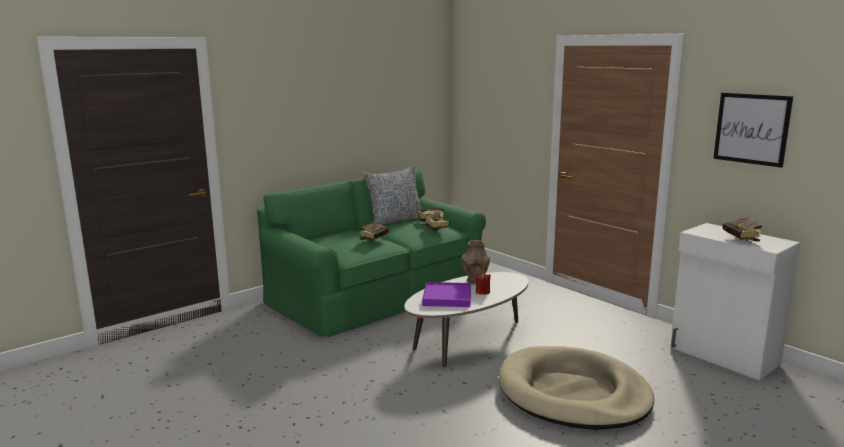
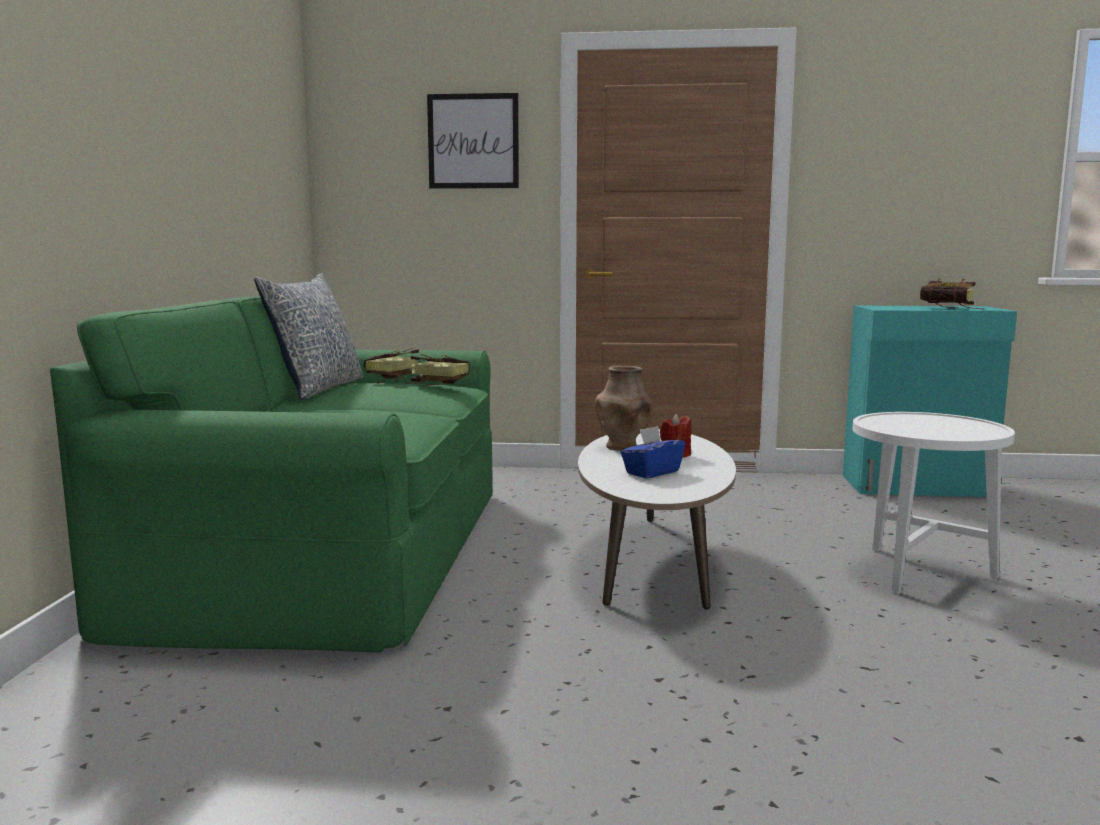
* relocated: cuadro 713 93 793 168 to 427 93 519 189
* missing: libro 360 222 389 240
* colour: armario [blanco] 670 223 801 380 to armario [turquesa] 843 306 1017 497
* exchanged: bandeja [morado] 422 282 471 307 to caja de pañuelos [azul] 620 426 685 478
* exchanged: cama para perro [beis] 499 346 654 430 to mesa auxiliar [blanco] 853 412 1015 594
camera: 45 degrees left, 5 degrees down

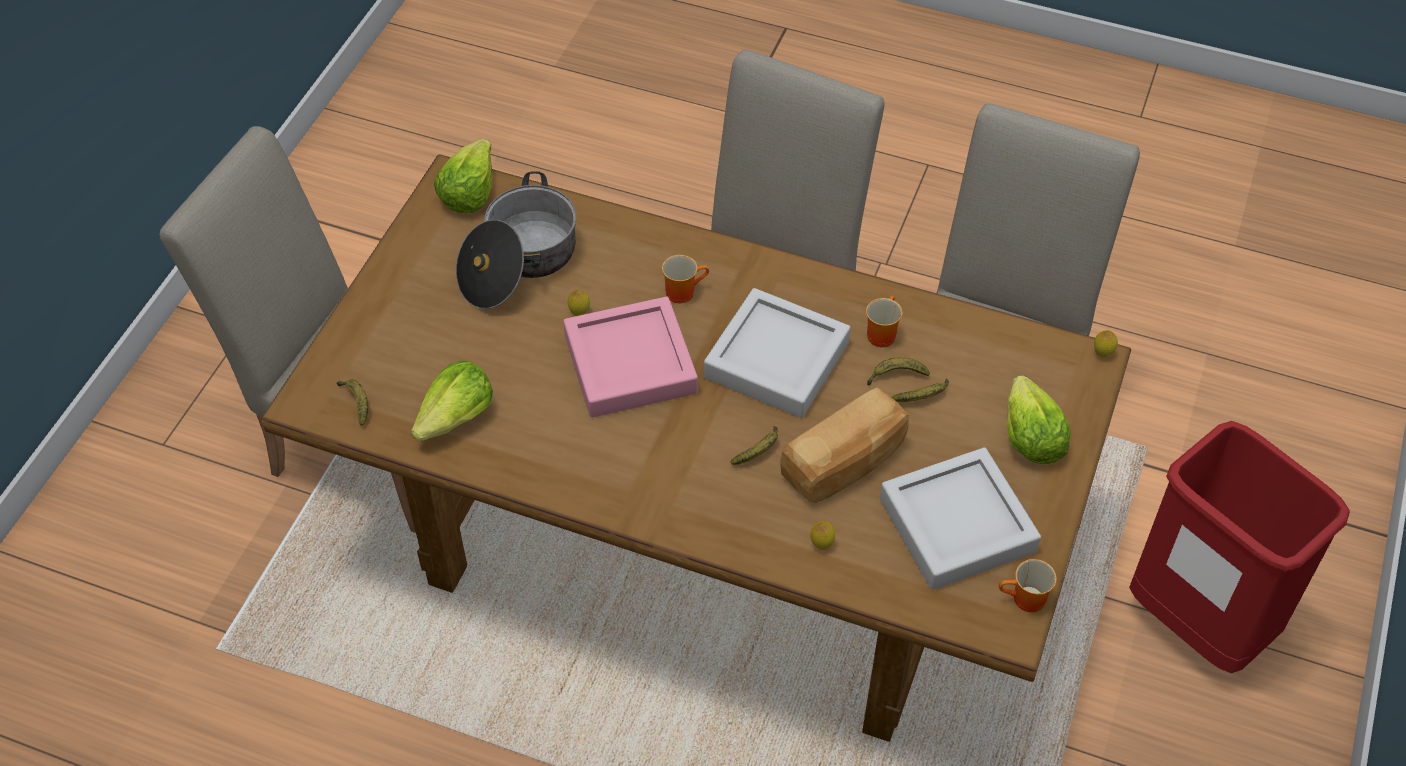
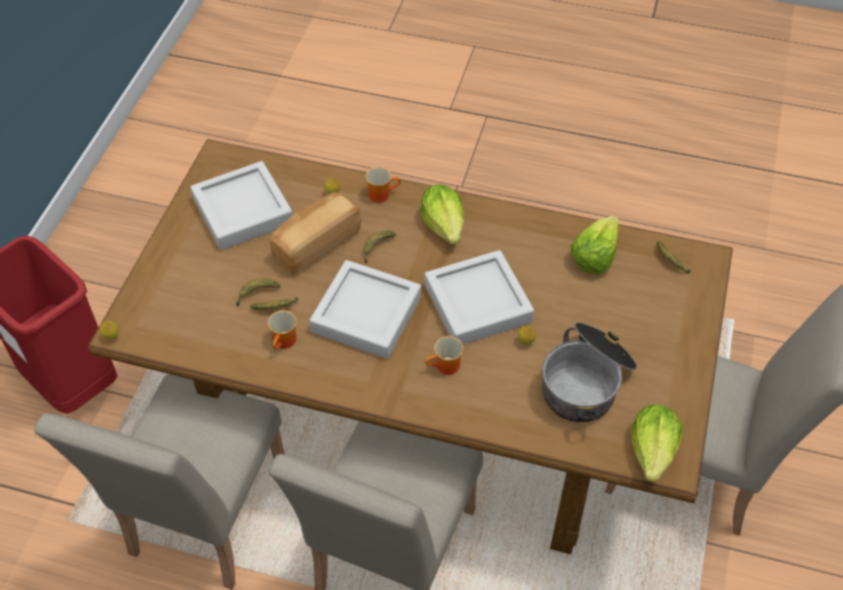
* colour: bandeja [rosa] 563 297 698 418 to bandeja [gris] 424 250 534 344
* relocated: lechuga 1007 375 1071 464 to 420 185 464 245
* relocated: taza grande 999 559 1057 612 to 365 167 401 203
camera: 175 degrees right, 0 degrees up

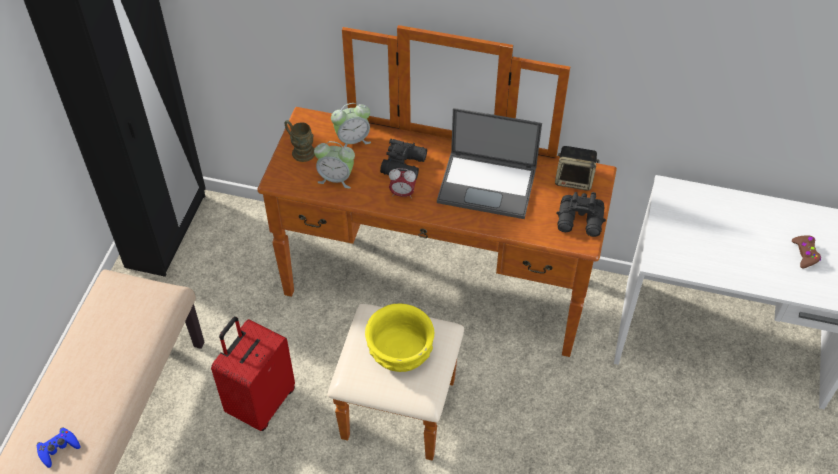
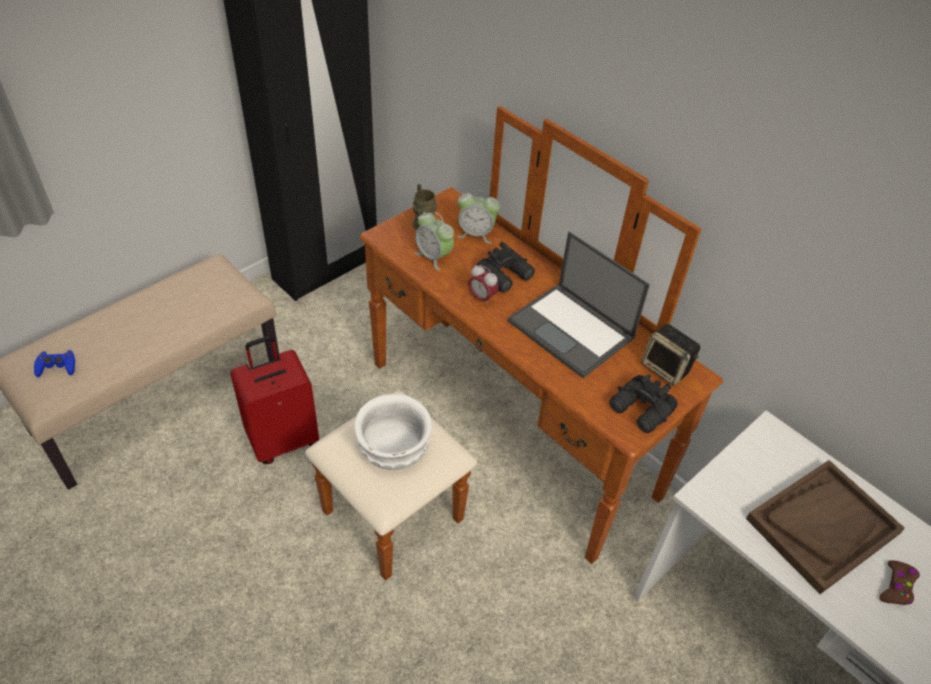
* colour: cuenco [amarillo] 365 304 434 372 to cuenco [blanco] 354 394 432 470
* appeared: bandeja [marrón] 746 460 905 594
camera: 30 degrees right, 5 degrees down

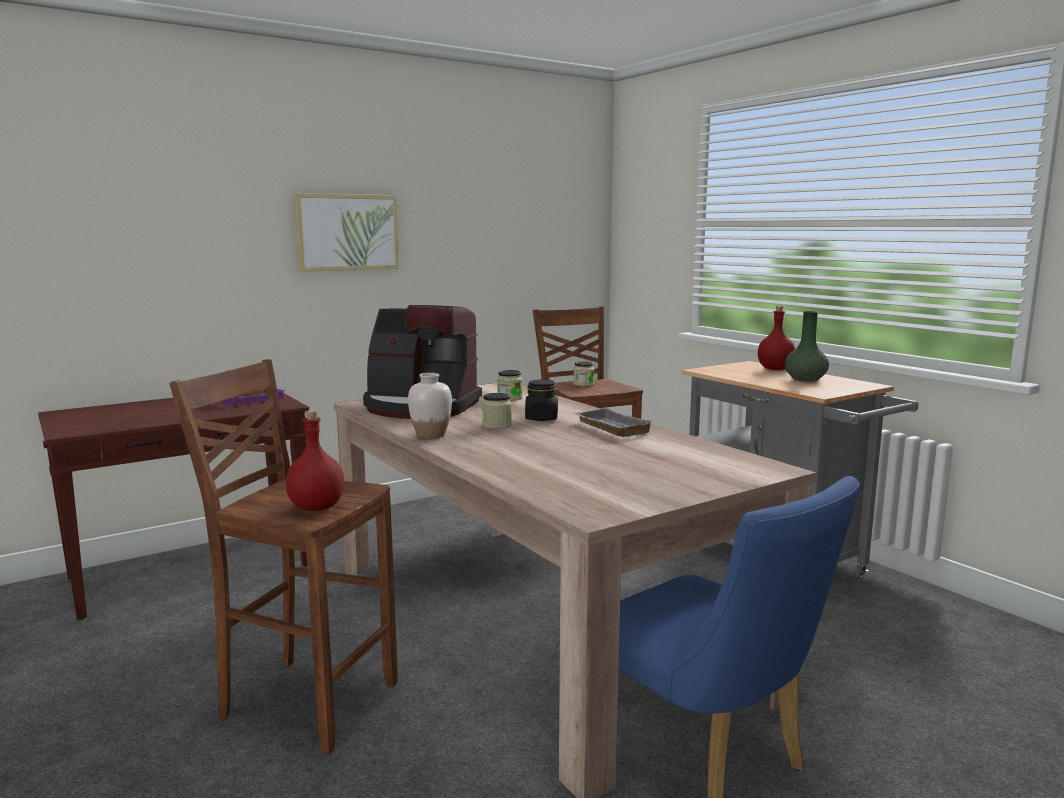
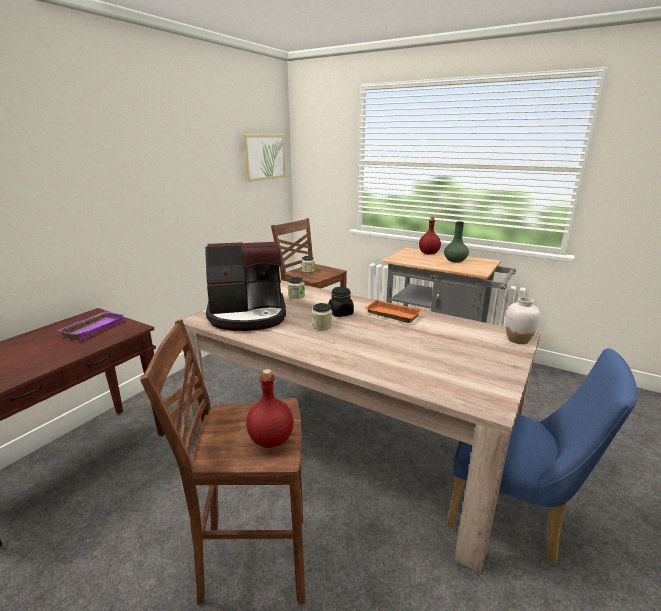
* relocated: cuadro 294 193 399 272 to 242 134 285 182
* relocated: florero [blanco] 408 373 452 439 to 506 297 540 344
* colour: bandeja [gris] 574 408 653 437 to bandeja [naranja] 364 299 422 323
camera: 25 degrees left, 10 degrees up

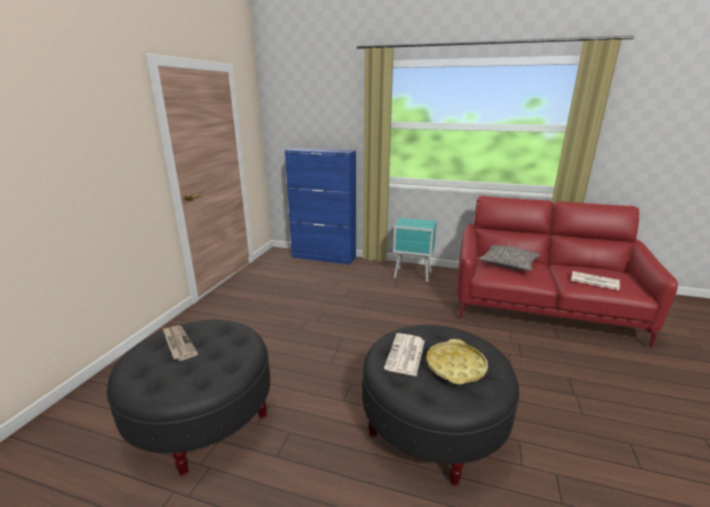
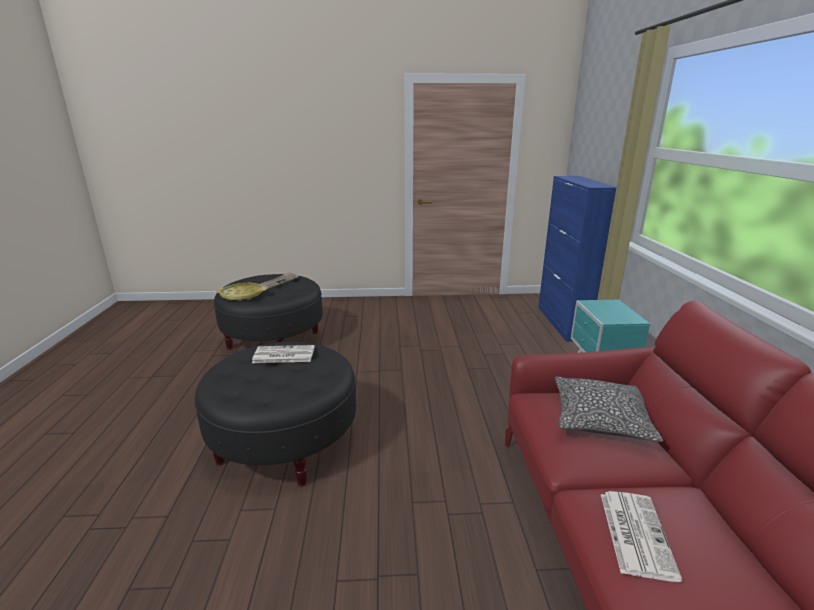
* relocated: bandeja [amarillo] 426 339 488 384 to 216 283 267 301
camera: 70 degrees right, 0 degrees up

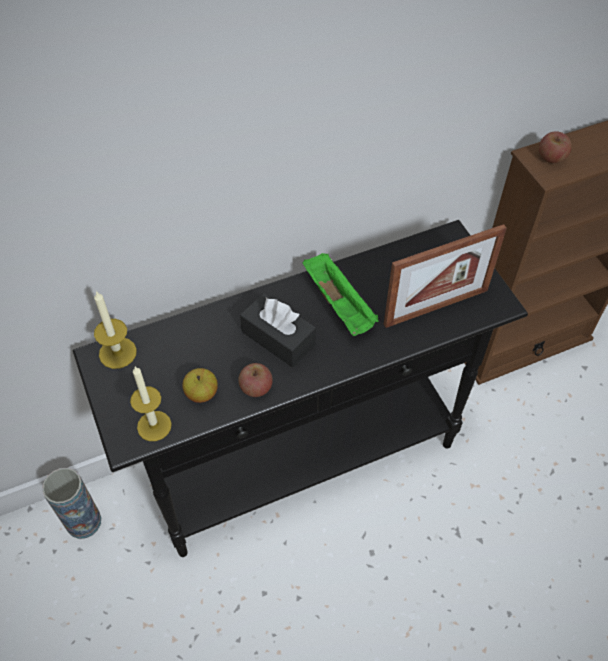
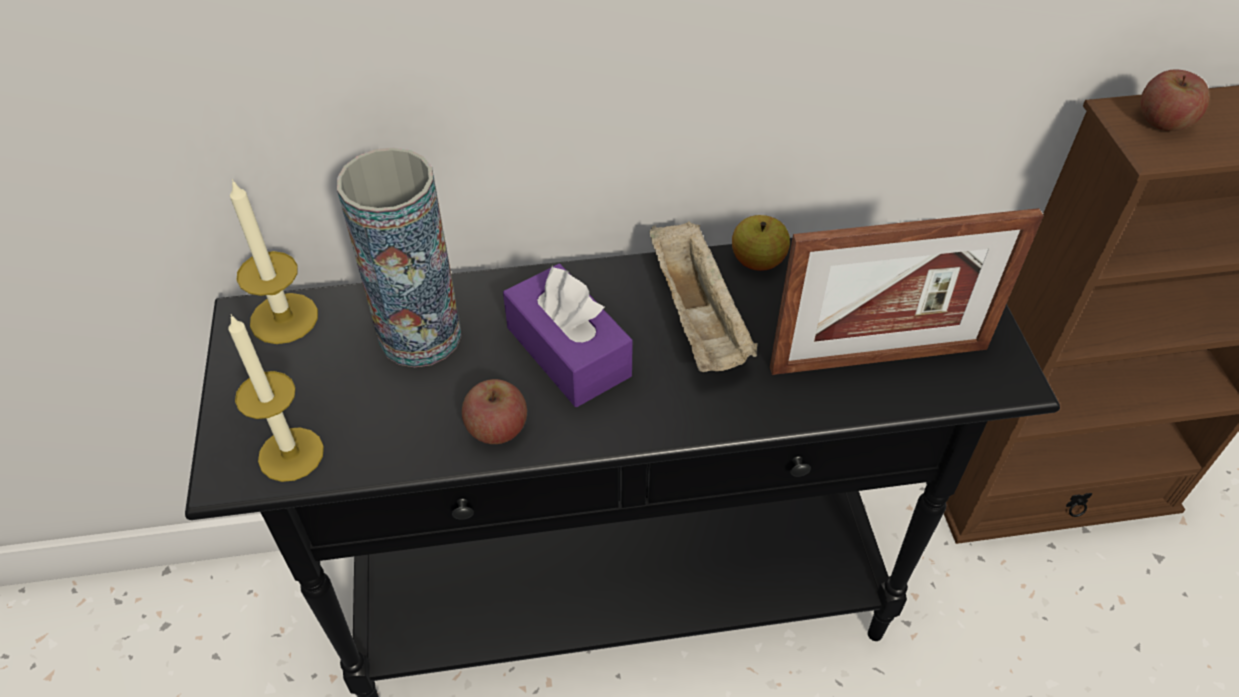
* colour: bandeja [verde] 303 253 378 336 to bandeja [beis] 649 221 758 372
* colour: caja de pañuelos [negro] 240 293 316 367 to caja de pañuelos [morado] 503 264 633 407
* relocated: manzana 182 368 218 403 to 732 215 790 271
* relocated: florero 42 468 101 539 to 337 148 461 367
camera: 15 degrees right, 5 degrees down

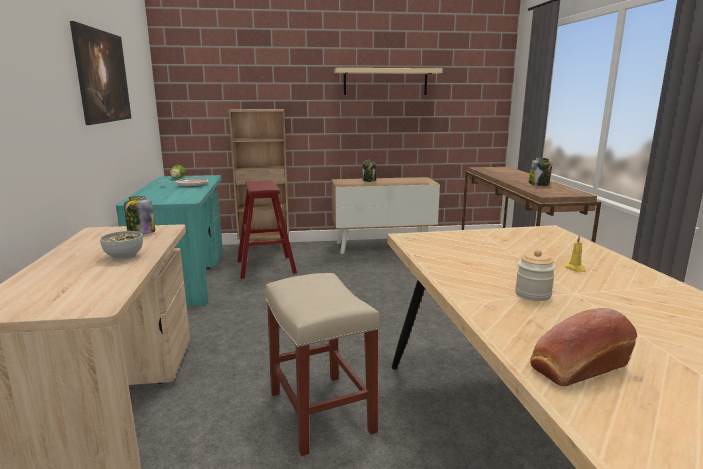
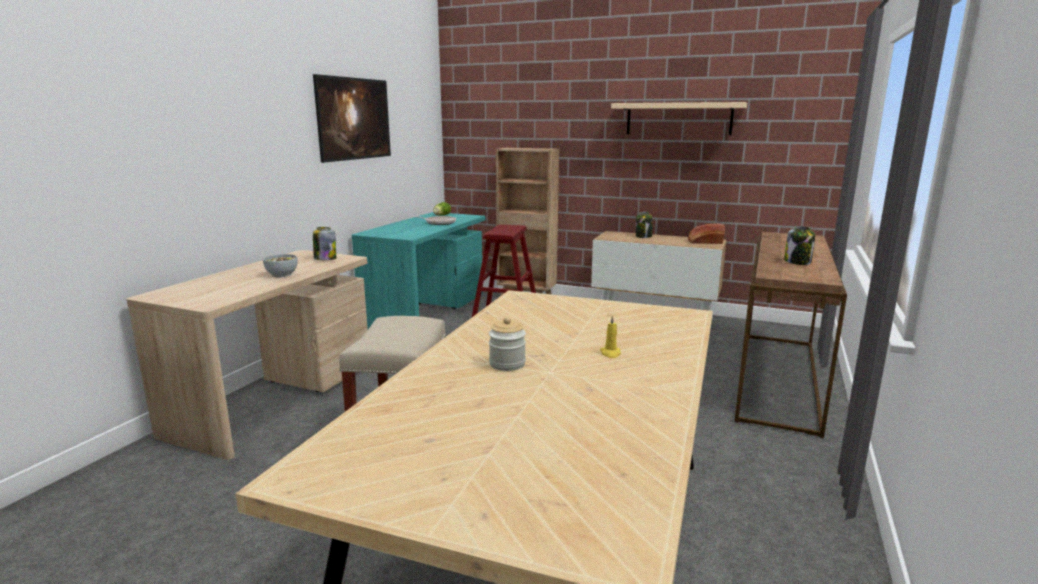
* relocated: pan 530 308 637 386 to 688 223 725 244
camera: 30 degrees right, 0 degrees up

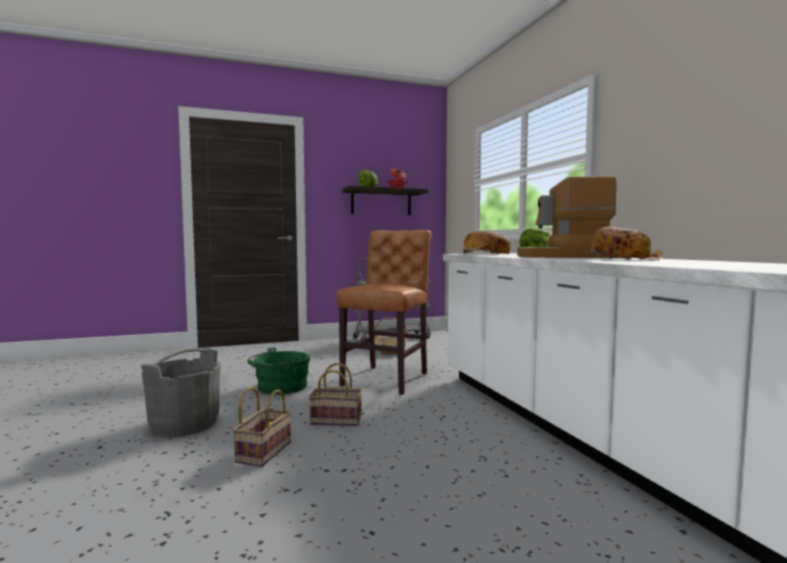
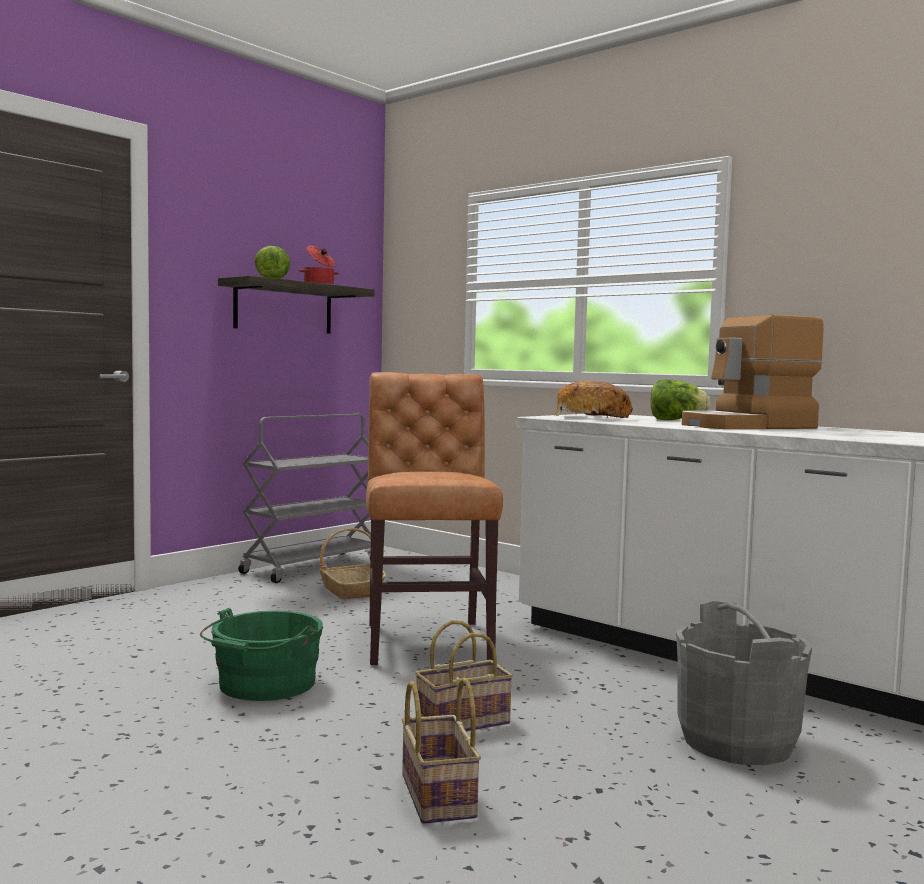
* missing: pan 591 227 663 260
* relocated: cubo [gris] 141 348 221 437 to 676 601 812 765
camera: 30 degrees left, 0 degrees up

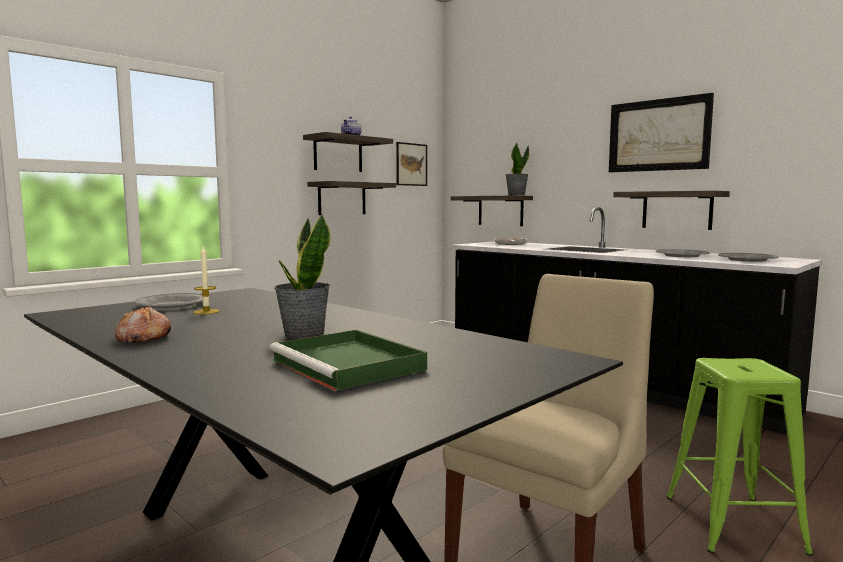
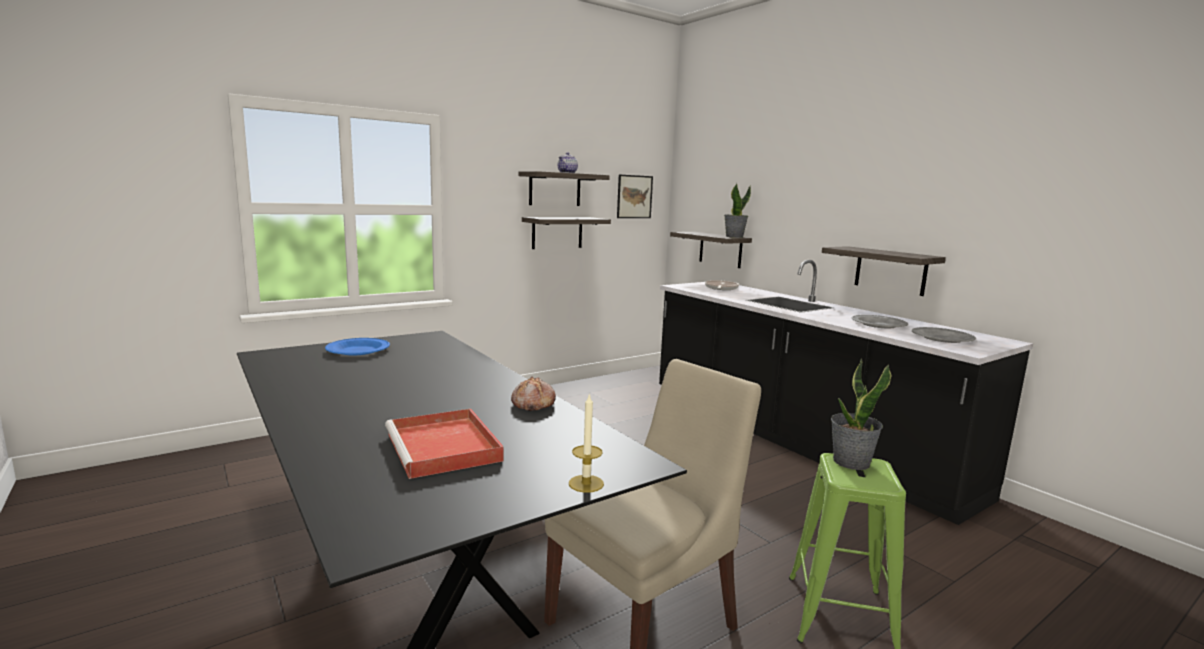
* missing: cuadro 609 93 714 172
* relocated: planta en maceta 274 214 331 339 to 831 359 892 470
* relocated: vela 193 246 220 314 to 569 393 604 493
* colour: plato [gris] 134 293 203 309 to plato [azul] 325 338 390 355
* relocated: pan 115 306 171 343 to 511 377 556 411
* colour: bandeja [verde] 270 330 427 391 to bandeja [rojo] 385 409 504 479
camera: 10 degrees right, 5 degrees up

